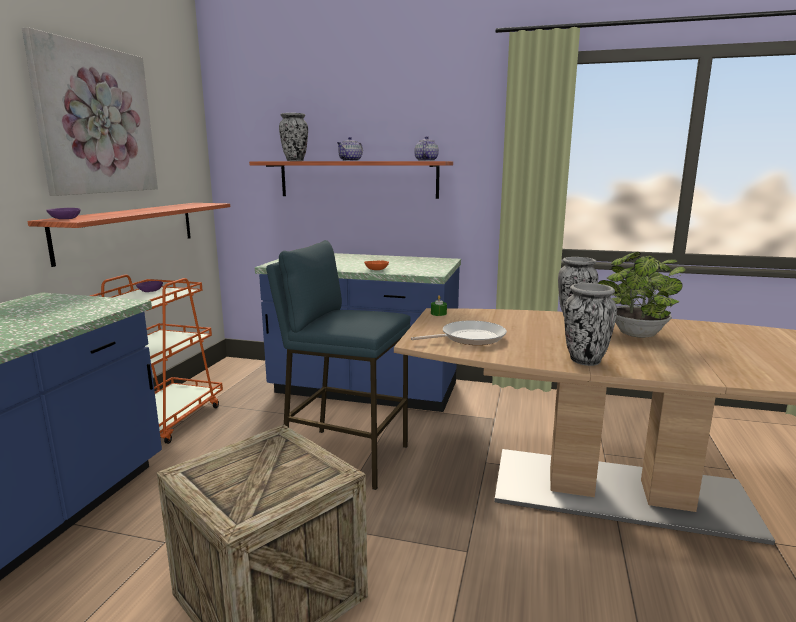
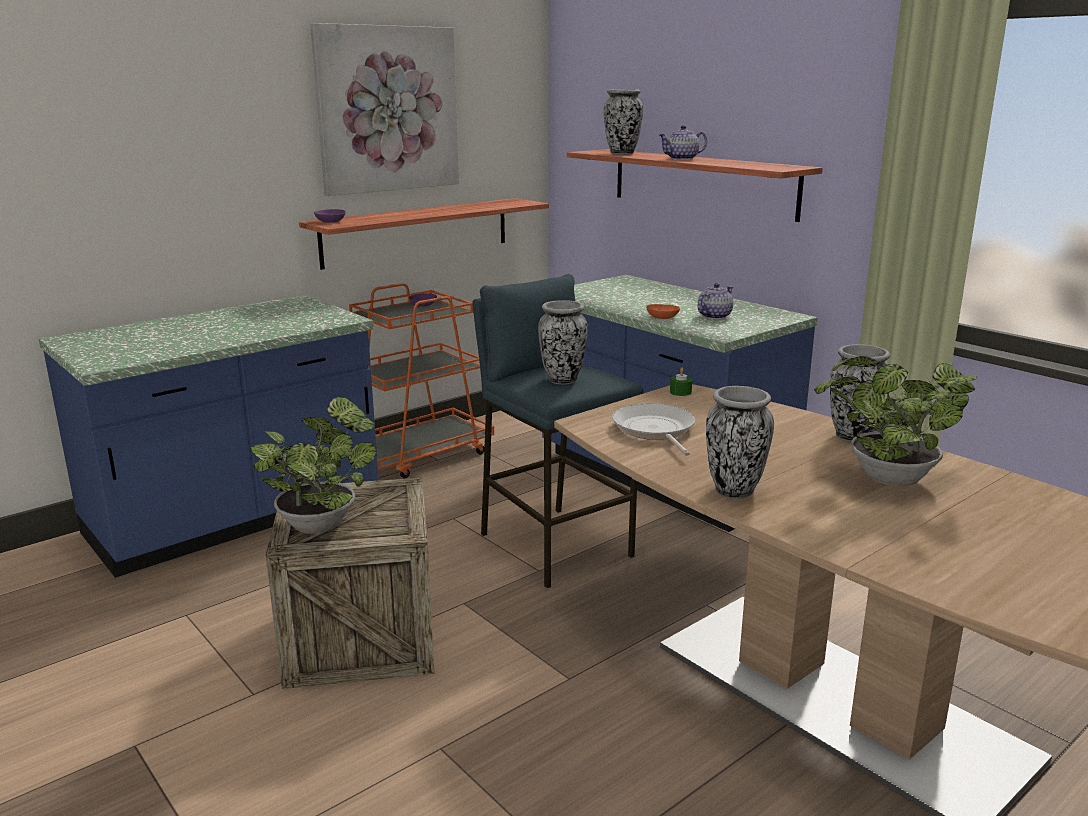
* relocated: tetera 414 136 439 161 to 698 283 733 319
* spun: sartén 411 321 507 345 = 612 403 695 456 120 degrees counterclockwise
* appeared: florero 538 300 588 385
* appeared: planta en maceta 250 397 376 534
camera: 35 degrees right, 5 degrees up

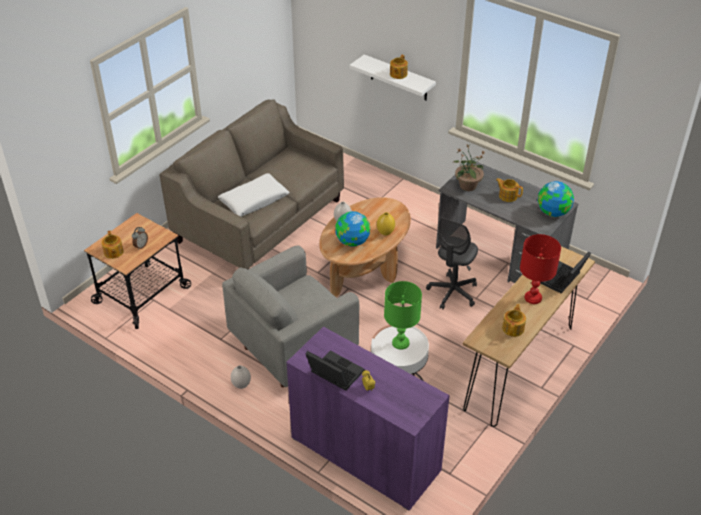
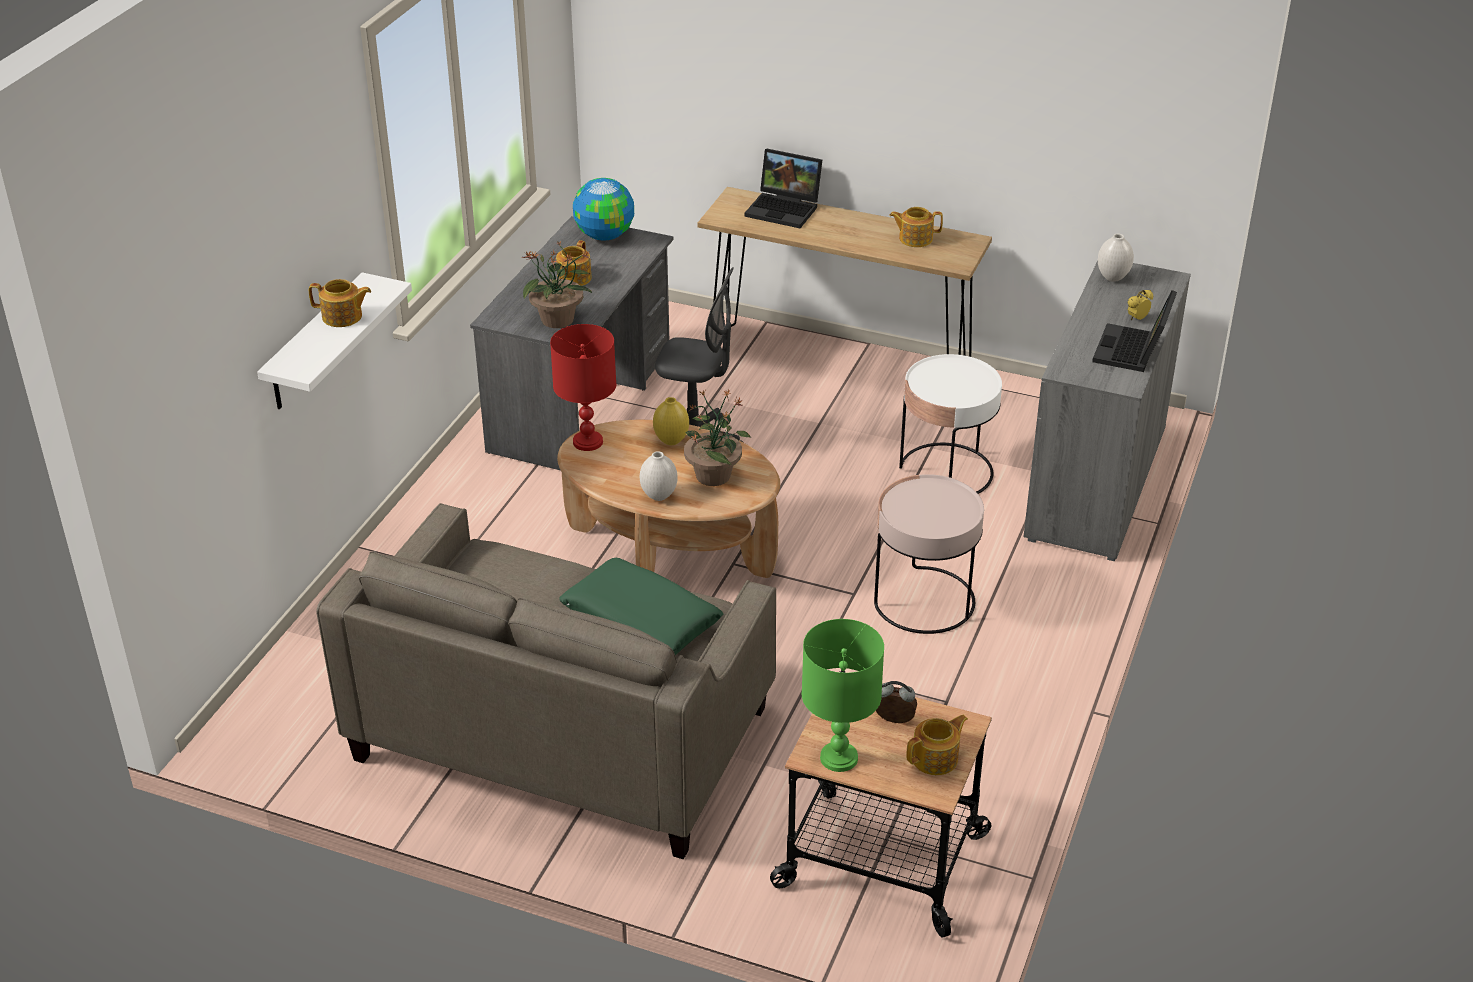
* colour: cojín [blanco] 218 173 289 217 to cojín [verde] 560 558 724 655
* exchanged: globo terráqueo 335 211 370 247 to planta en maceta 684 389 751 486
* relocated: lámpara de mesa [rojo] 520 234 561 304 to 550 324 616 451
* exchanged: sillón [gris] 222 245 359 387 to mesa auxiliar [rosa] 874 474 984 634
* relocated: lámpara de mesa [verde] 384 281 422 350 to 802 619 884 772
* colour: armario [morado] 286 327 450 511 to armario [gris] 1023 261 1191 561
* relocated: florero [blanco] 231 365 251 389 to 1098 234 1134 282
camera: 105 degrees left, 5 degrees down

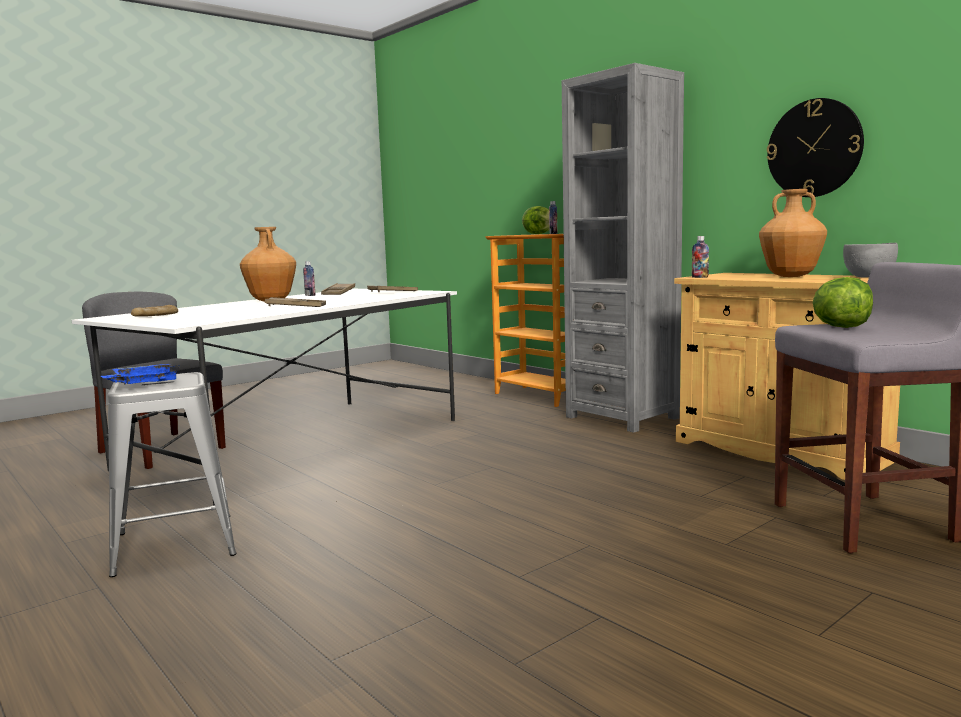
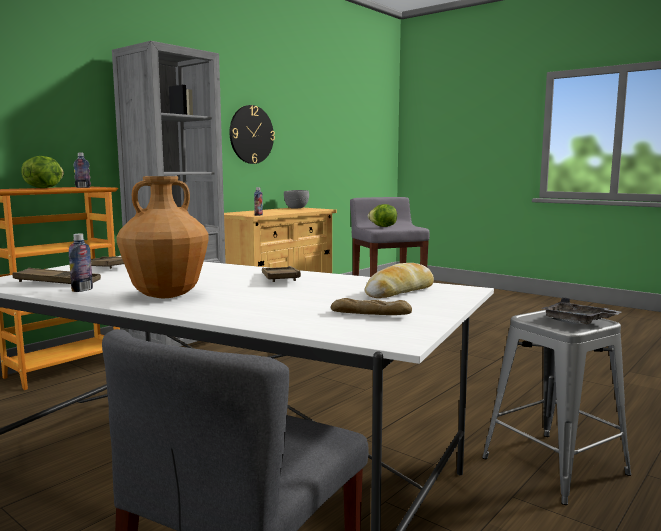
* missing: florero [marrón] 759 189 827 277
* colour: bandeja [azul] 101 364 180 385 to bandeja [gris] 541 297 622 324
* appeared: pan 365 263 434 298
camera: 100 degrees left, 0 degrees up

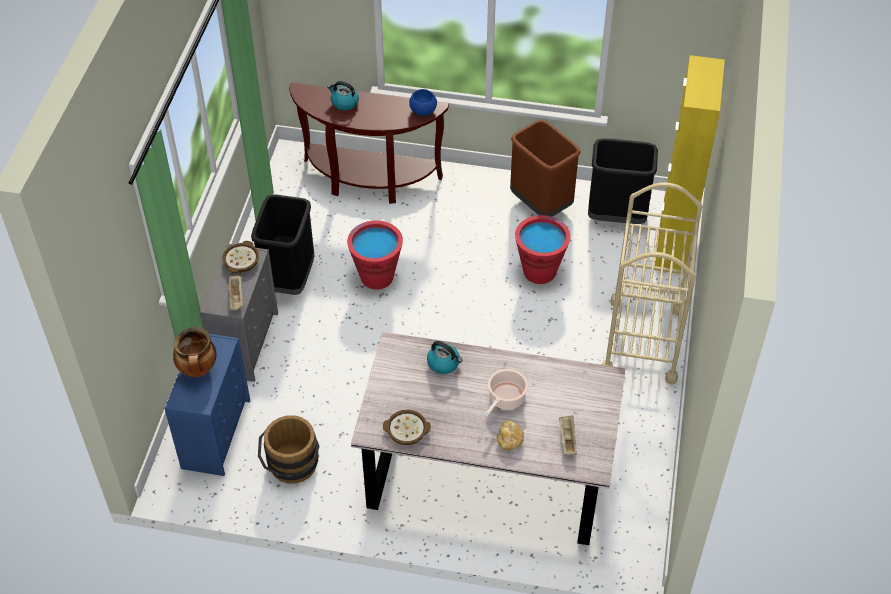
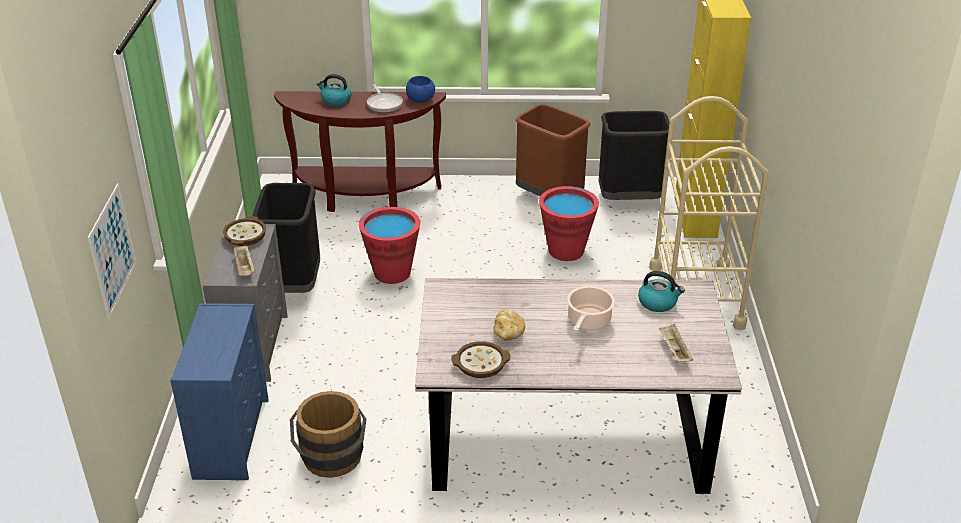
* missing: olla 173 327 217 377
* relocated: hervidor 427 341 462 374 to 638 271 685 312
* relocated: pan 497 420 524 450 to 493 309 525 340
* appeared: sartén 367 84 403 113
* appeared: cuadro 87 183 136 319
camera: 10 degrees left, 15 degrees down

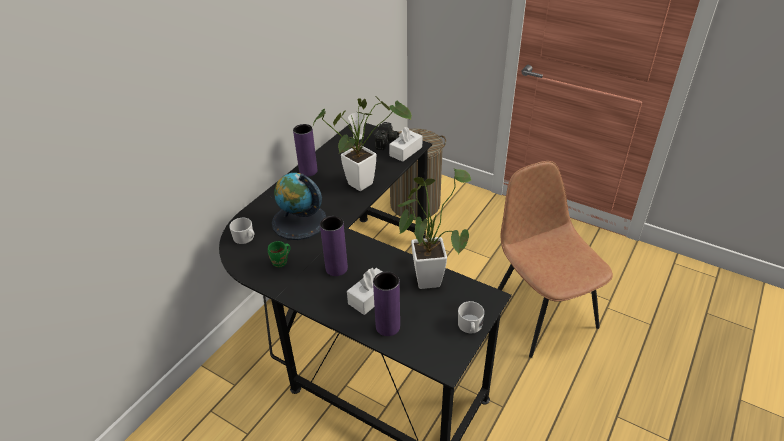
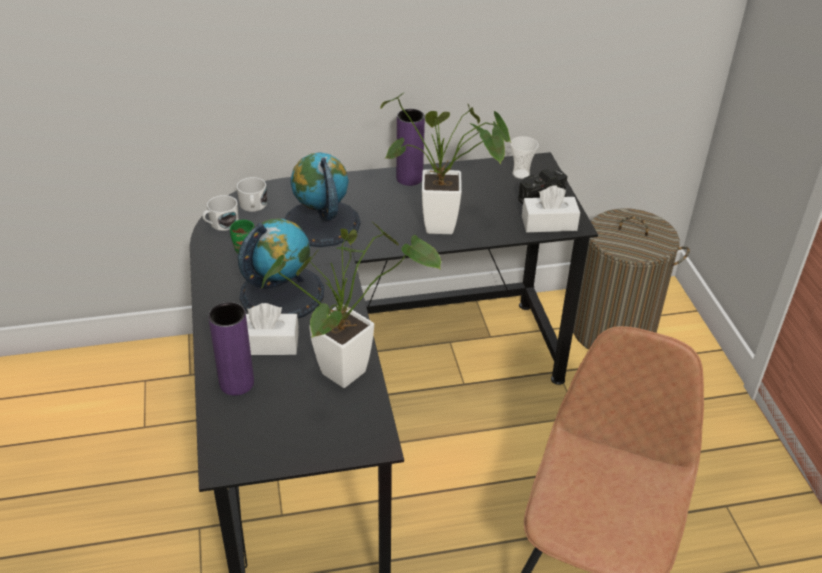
* exchanged: florero [morado] 320 216 348 276 to globo terráqueo 238 218 324 318
* relocated: taza grande [blanco] 458 301 484 334 to 202 195 239 231
camera: 45 degrees right, 0 degrees up

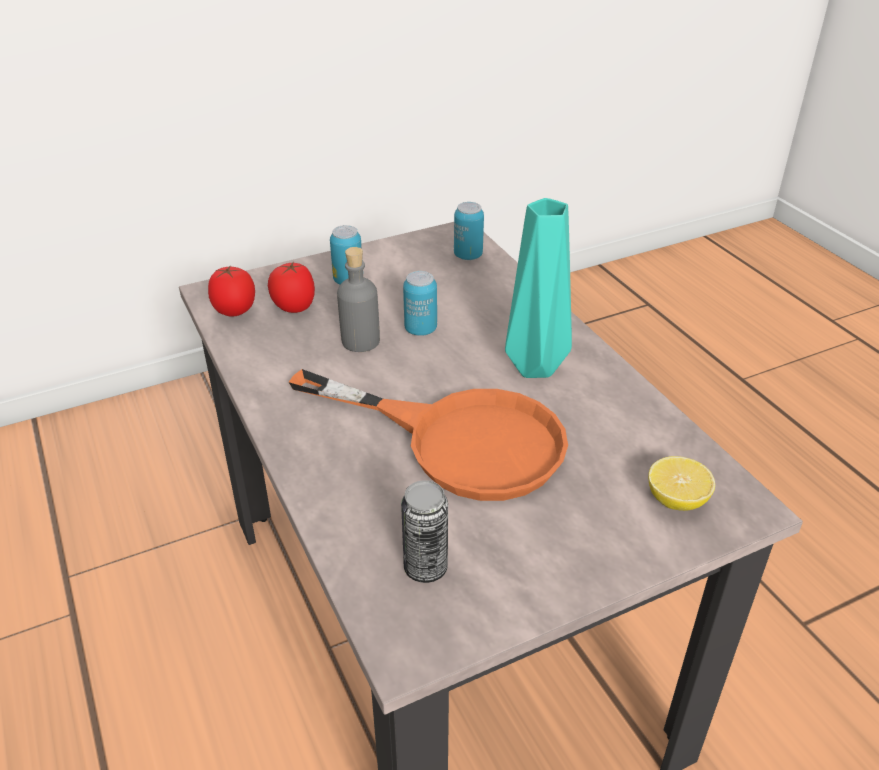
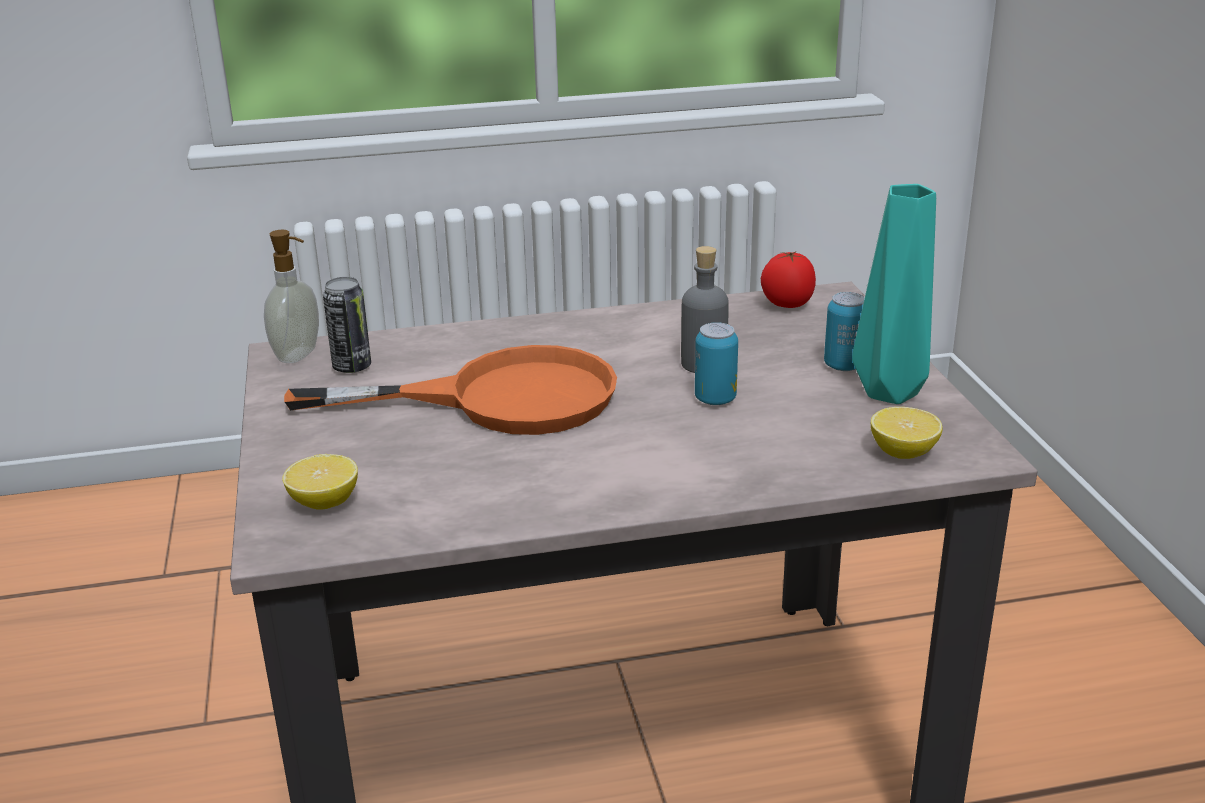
* relocated: florero [turquesa] 505 198 572 378 to 852 184 936 404
* exchanged: lata 454 202 484 260 to limón 871 407 943 459
* missing: tomate 268 261 315 313
* spun: sartén [naranja] 289 369 568 501 = 284 345 617 435 135 degrees counterclockwise
* appeared: dispensador de jabón 264 230 319 363
camera: 105 degrees right, 10 degrees down

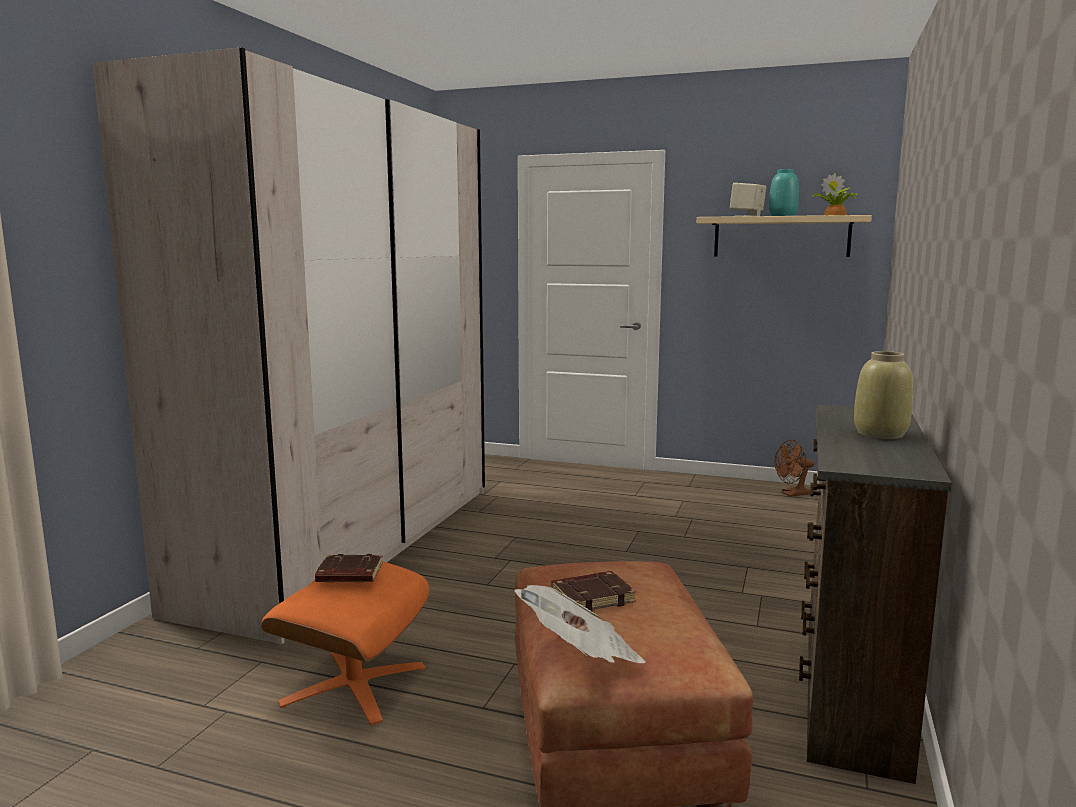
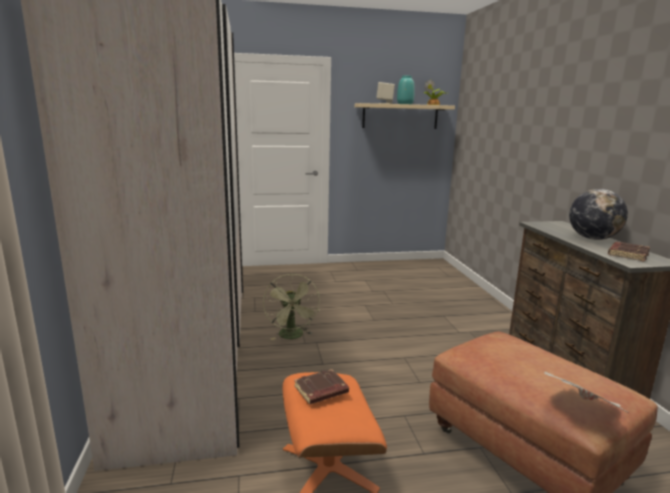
* exchanged: florero [beis] 854 351 913 439 to globo terráqueo 569 189 628 240
* missing: ventilador [marrón] 774 440 815 497
* relocated: libro [marrón] 551 571 636 611 to 608 242 650 261
* appeared: ventilador [verde] 263 274 320 340
camera: 30 degrees left, 5 degrees up

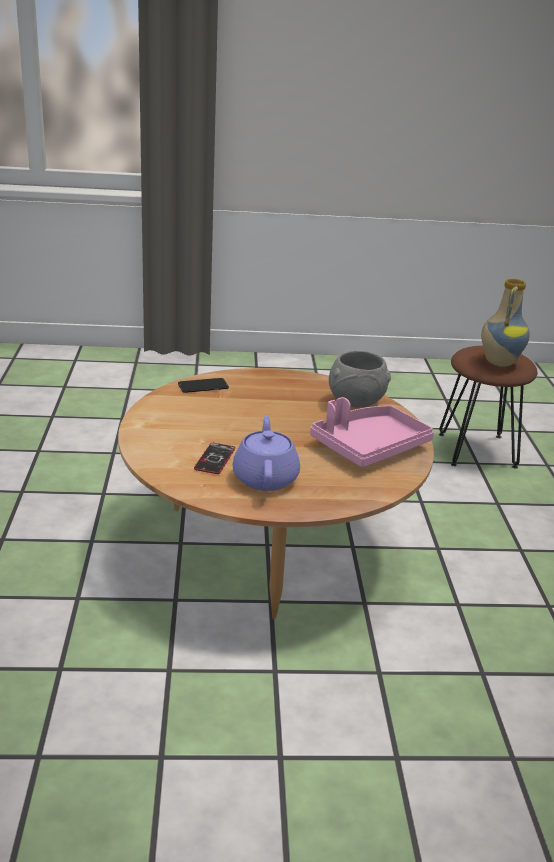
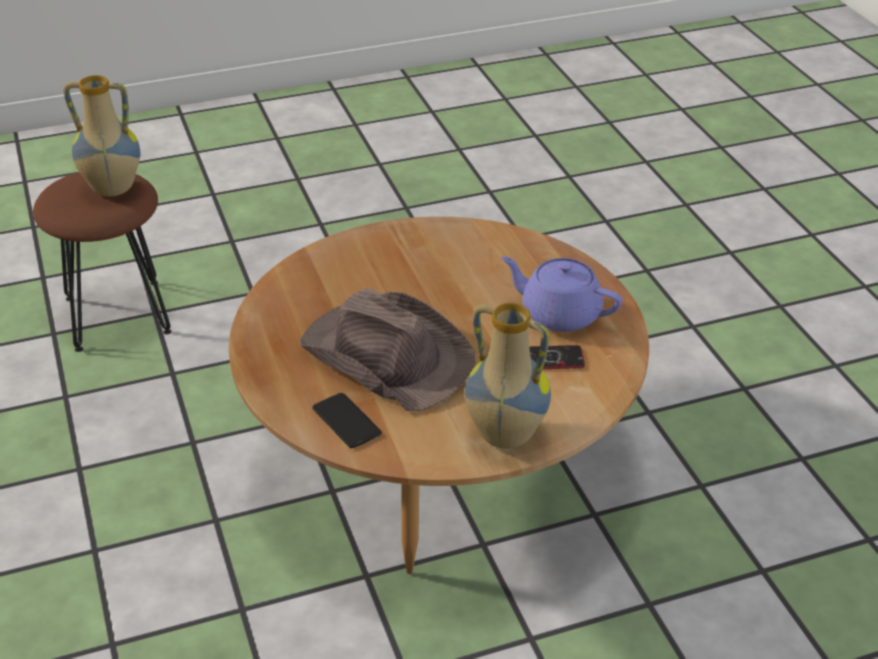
* missing: cuenco [gris] 329 351 391 408
* missing: bandeja [rosa] 310 397 434 467
* spun: tetera [morado] 233 416 300 491 = 501 256 622 332 45 degrees clockwise
* appeared: sombrero [marrón] 300 288 476 411
* appeared: florero 465 303 551 449
camera: 105 degrees left, 10 degrees up

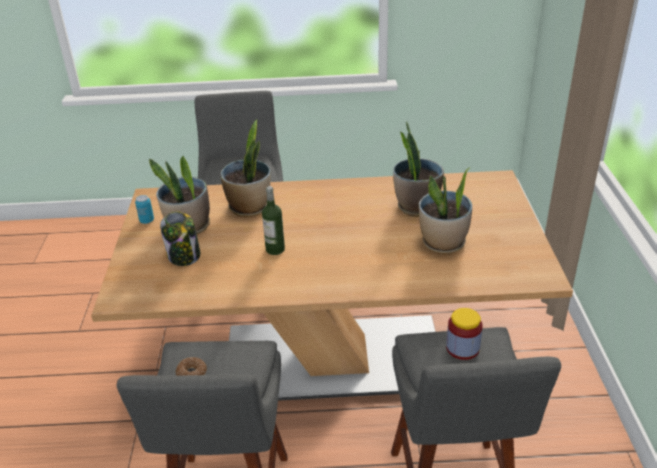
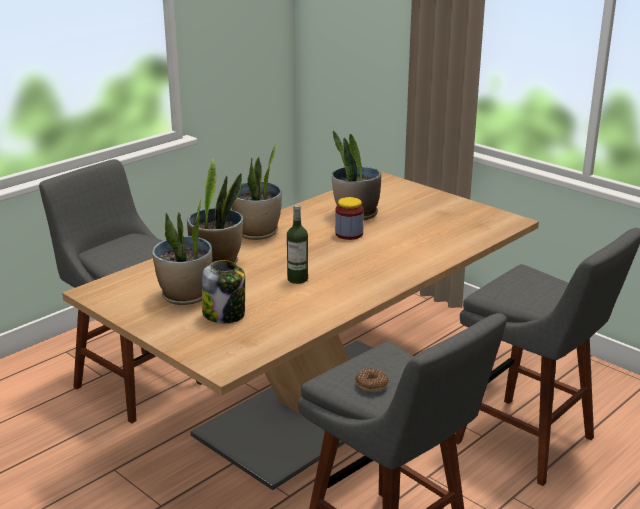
* relocated: planta en maceta 419 167 472 254 to 232 143 282 240
* missing: lata 135 195 154 224
* relocated: tarro 446 308 483 360 to 335 197 364 240
camera: 45 degrees left, 10 degrees down

